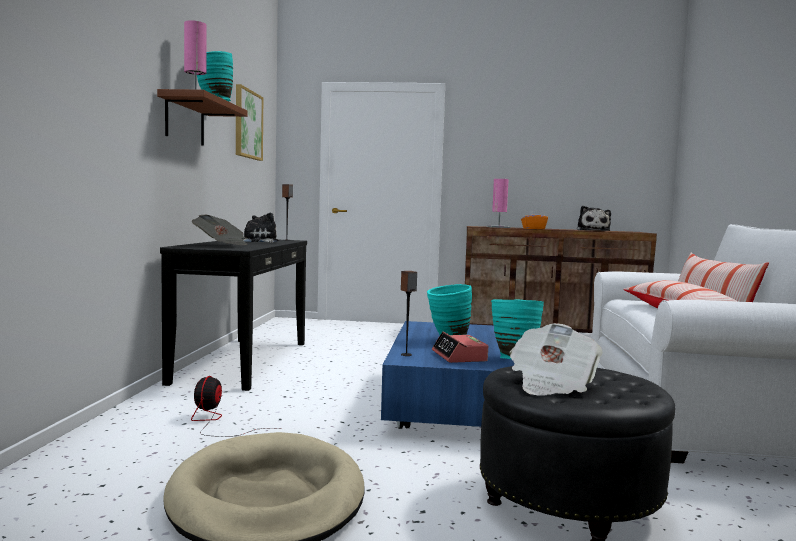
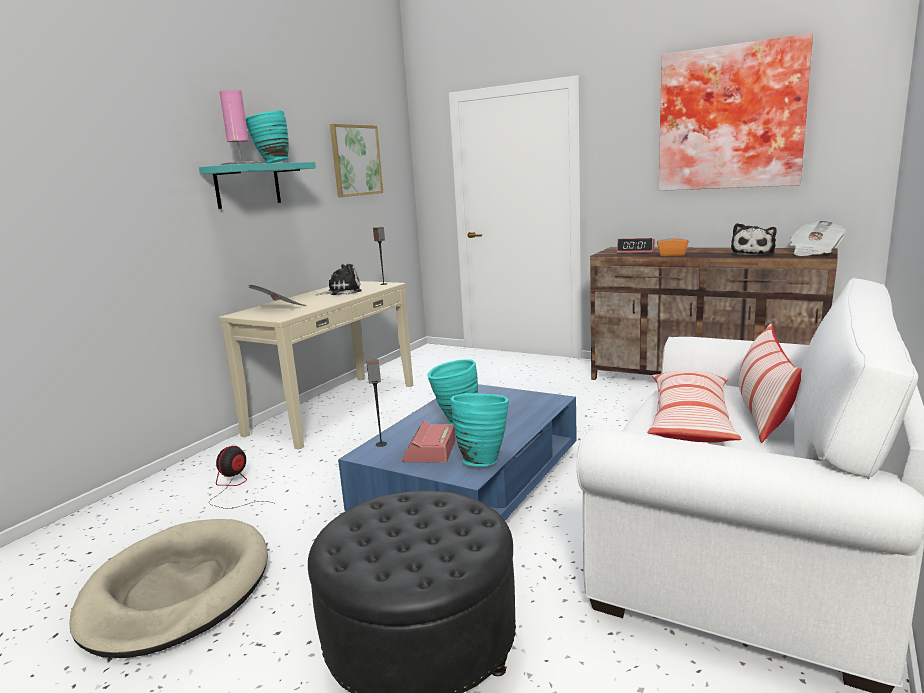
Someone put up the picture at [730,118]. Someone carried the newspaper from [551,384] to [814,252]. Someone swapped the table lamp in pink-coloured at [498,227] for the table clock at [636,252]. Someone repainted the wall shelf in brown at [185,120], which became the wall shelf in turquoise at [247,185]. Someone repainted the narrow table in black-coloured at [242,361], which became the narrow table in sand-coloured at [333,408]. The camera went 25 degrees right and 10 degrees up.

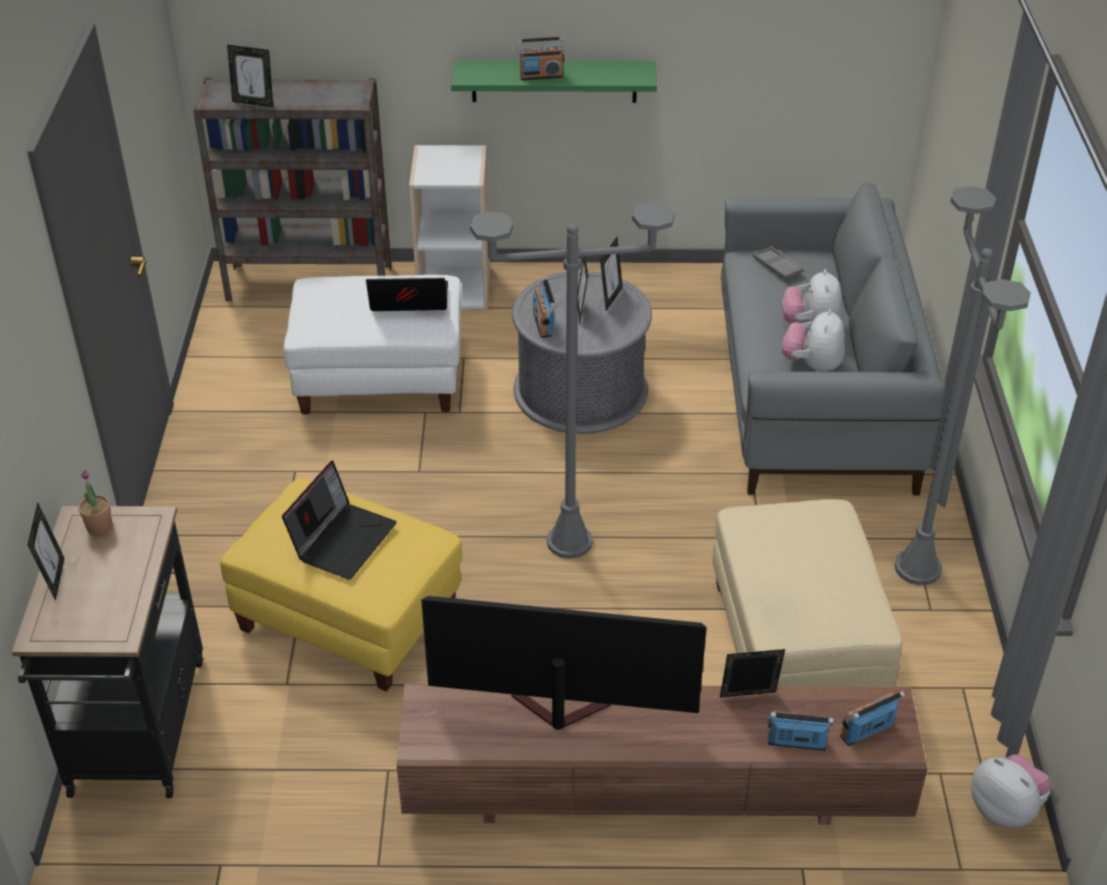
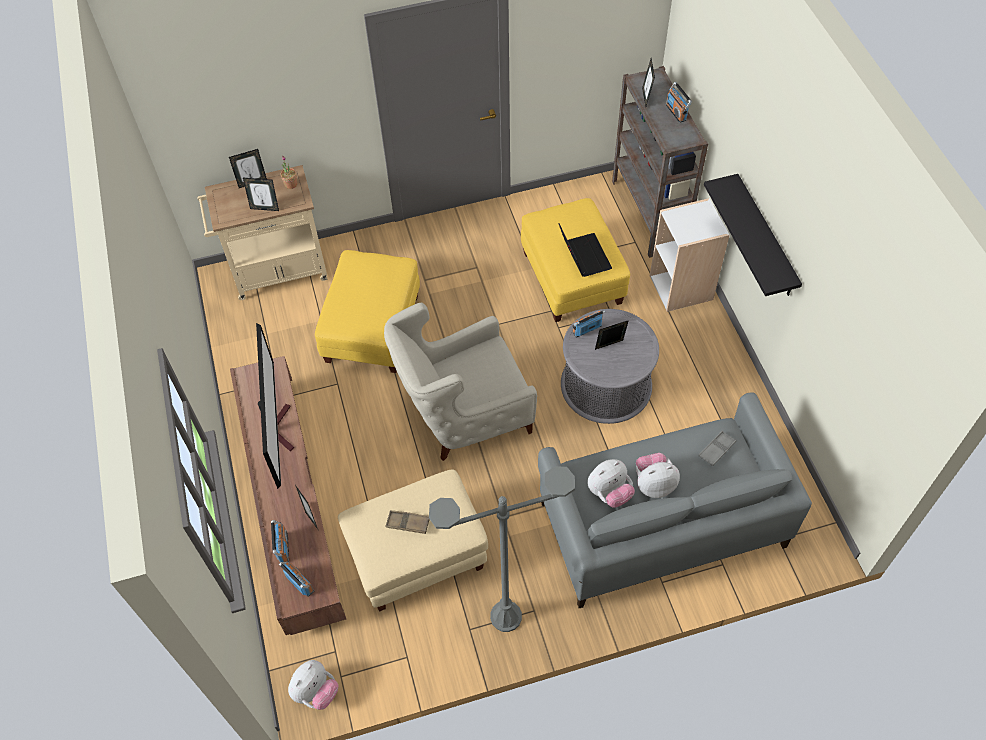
Someone took away the portable computer at [343,539]. Someone put down the serving tray in brown at [408,523]. Someone carried the radio from [541,76] to [676,112]. Someone carried the picture frame from [610,298] to [265,208]. Someone swapped the floor lamp in greyish at [570,542] for the lounge chair in sand-coloured at [464,415]. Someone repainted the wheeled cart in black-coloured at [137,731], which became the wheeled cart in sand-coloured at [276,272]. Someone repainted the pouffe in white-coloured at [379,379], which became the pouffe in yellow at [572,279]. Someone repainted the wall shelf in green at [554,81], which became the wall shelf in black-coloured at [765,237]. Someone rotated the soft toy at [812,365] by 150 degrees clockwise. The camera went 75 degrees right and 15 degrees up.

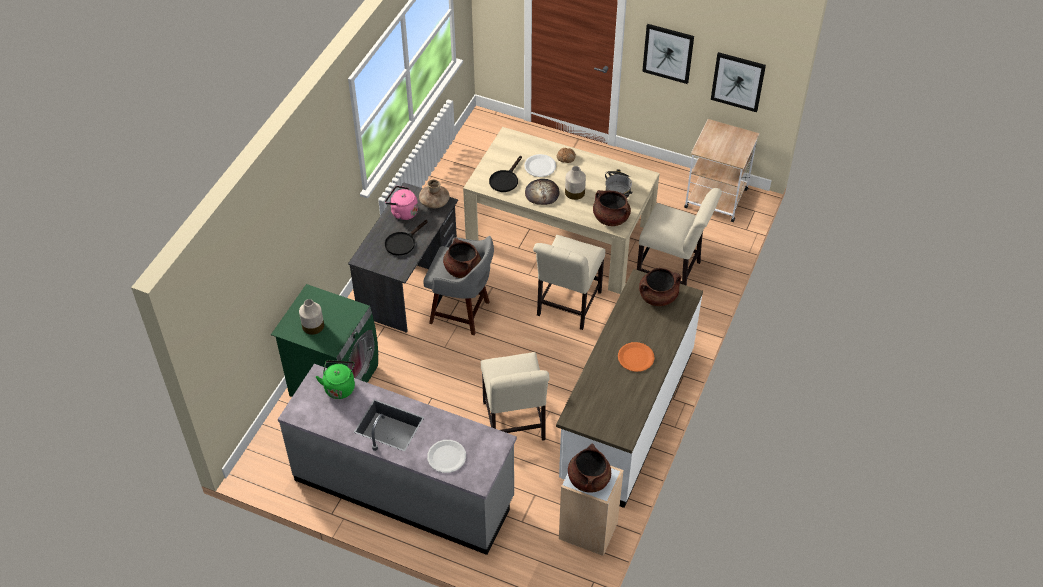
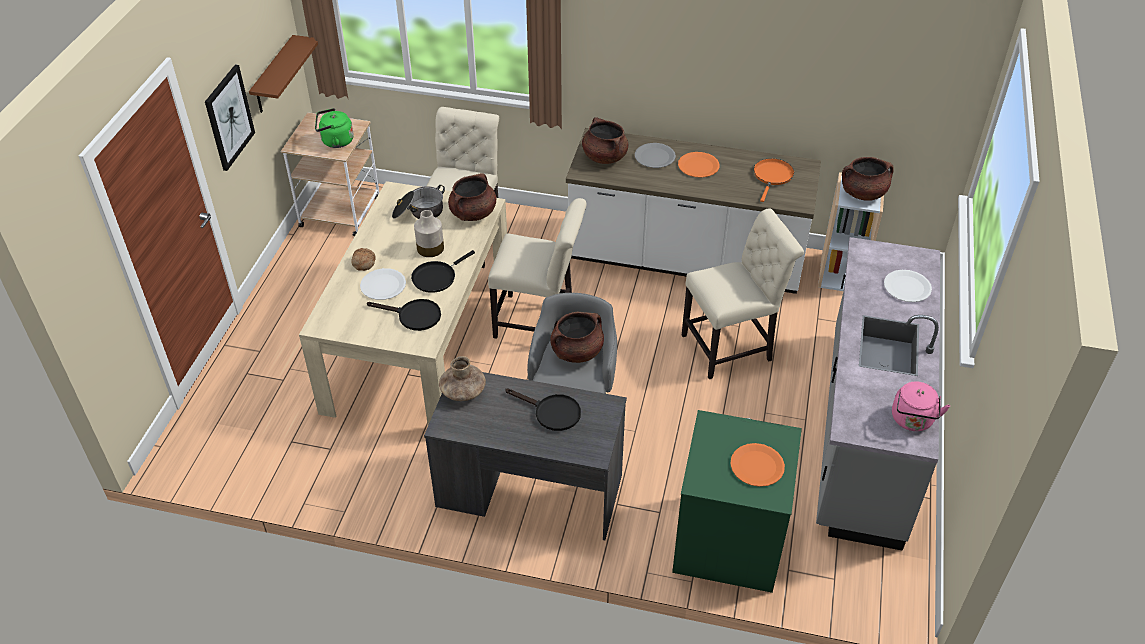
Someone put down the dinner plate in greyish at [654,157]. Someone put down the pan in orange at [772,176]. Someone carried the water kettle in green from [339,387] to [335,141]. Someone carried the water kettle in pink-coloured from [402,212] to [912,421]. Someone swapped the decorative vase in sand-coloured at [312,326] for the dinner plate in orange at [757,466]. Someone swapped the bakery bread at [542,193] for the pan in black-coloured at [436,277]. Someone swapped the picture at [738,81] for the wall shelf in brown at [274,76]. The camera went 100 degrees left and 5 degrees down.

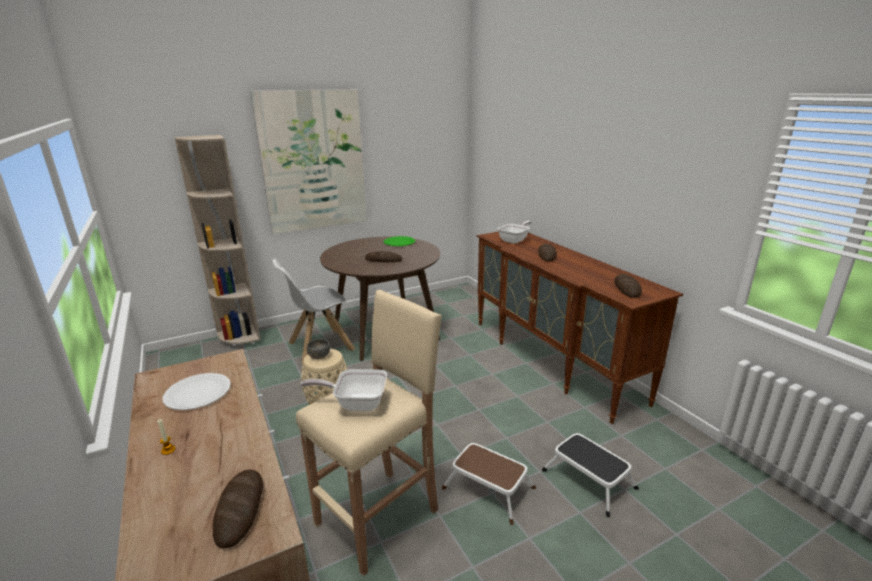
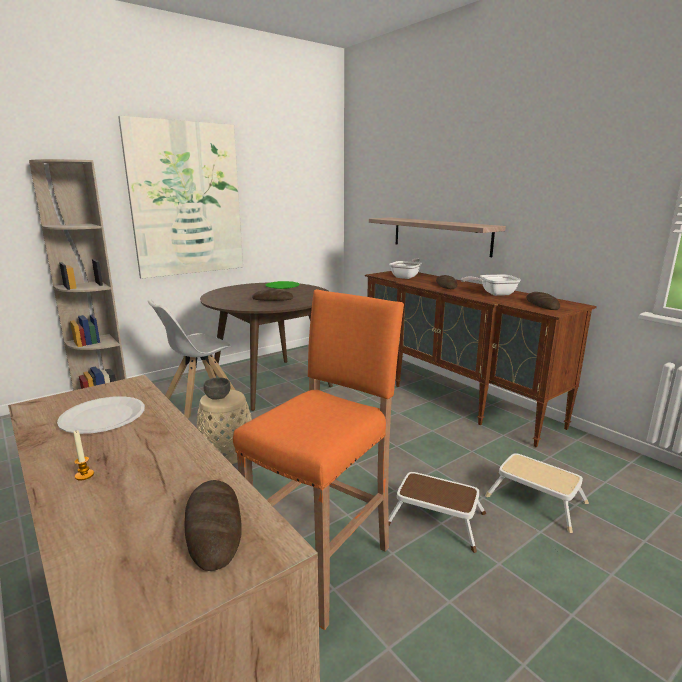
Someone put up the wall shelf at [440,235]. Someone carried the pan from [356,403] to [494,294]. Someone repainted the stool in sand-coloured at [380,516], which became the stool in orange at [323,562]. Someone repainted the step ladder in black-coloured at [589,479], which became the step ladder in sand-coloured at [536,499]. The camera went 10 degrees left and 5 degrees down.

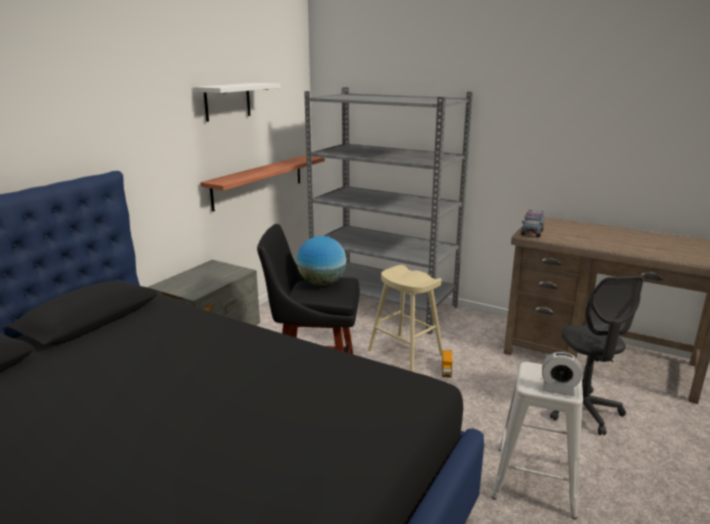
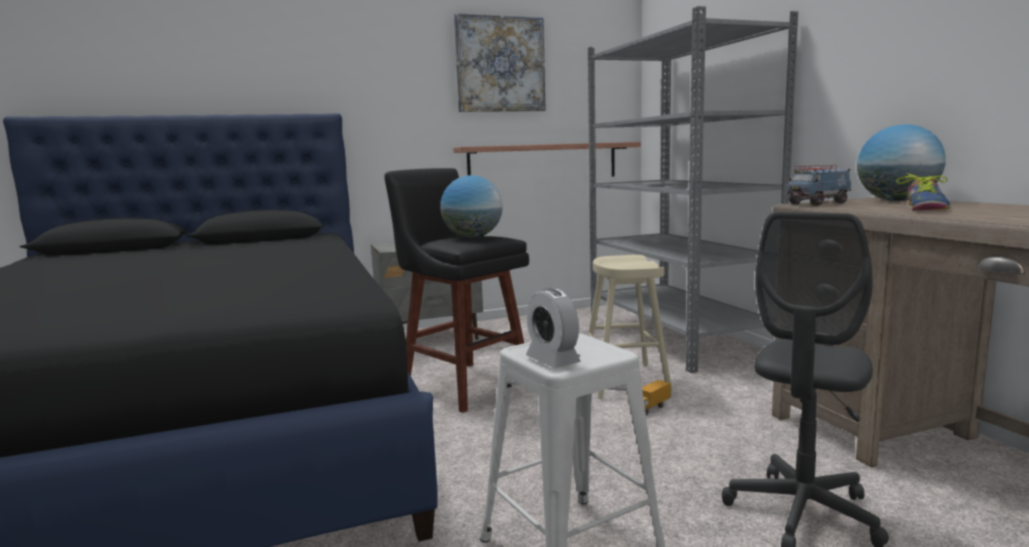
Someone put down the desk globe at [897,200]. Someone put down the low shoe at [925,208]. Someone swapped the wall shelf in white-coloured at [227,101] for the picture at [500,64]. The camera went 40 degrees right and 10 degrees down.

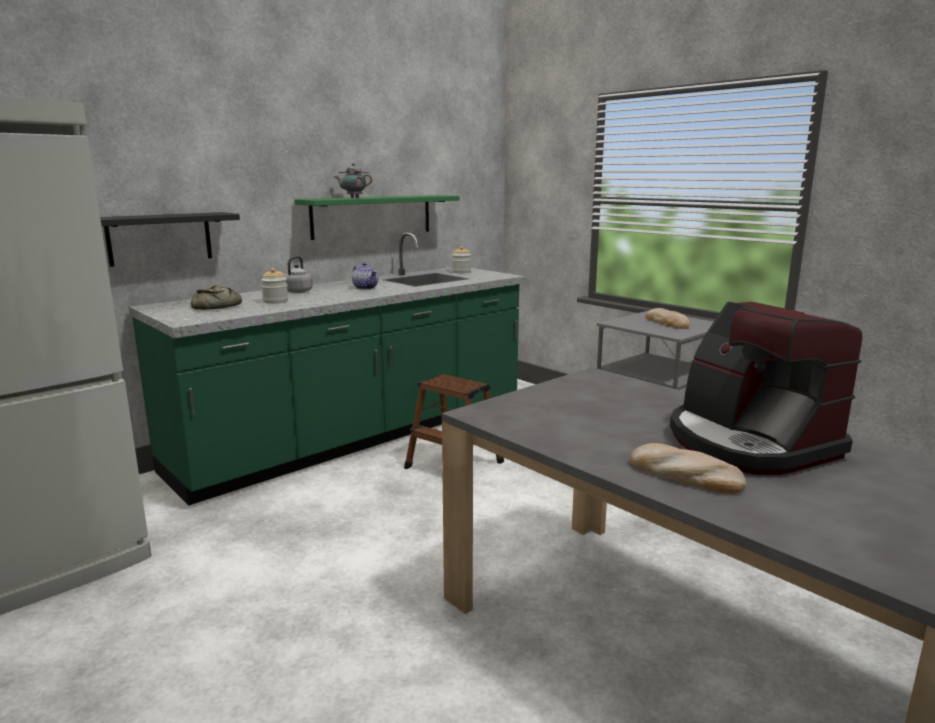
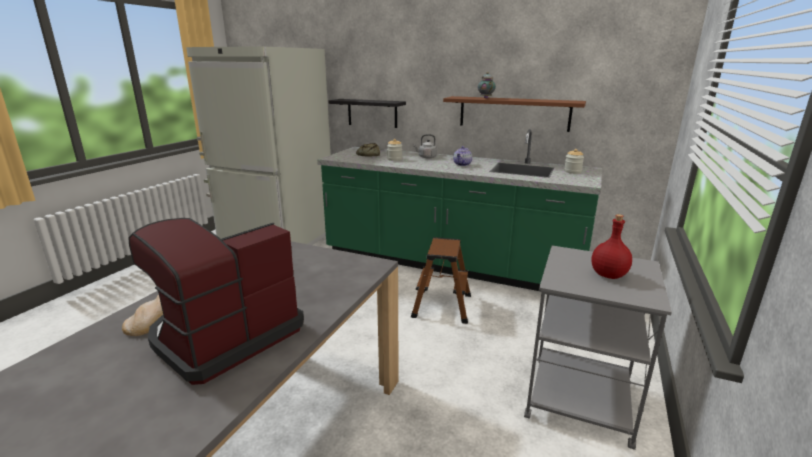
Someone swapped the bakery bread at [667,323] for the drink bottle in red-coloured at [608,275]. Someone repainted the wall shelf in green at [372,216], which became the wall shelf in brown at [513,113]. The camera went 65 degrees right and 5 degrees up.

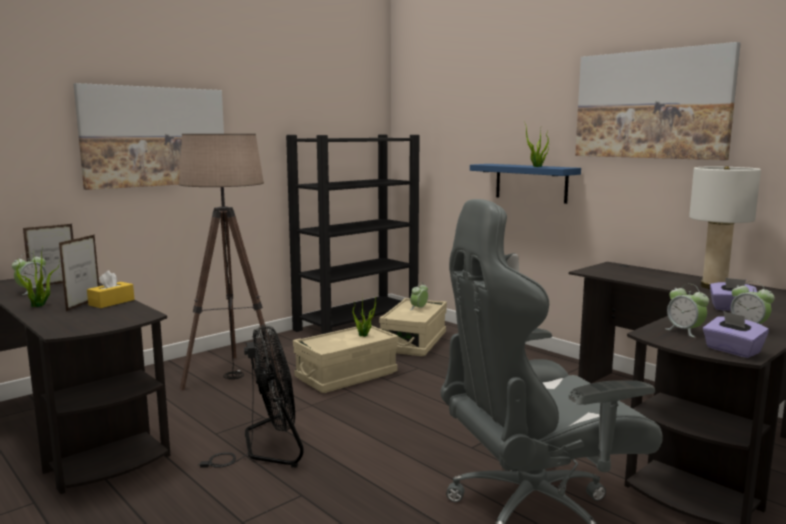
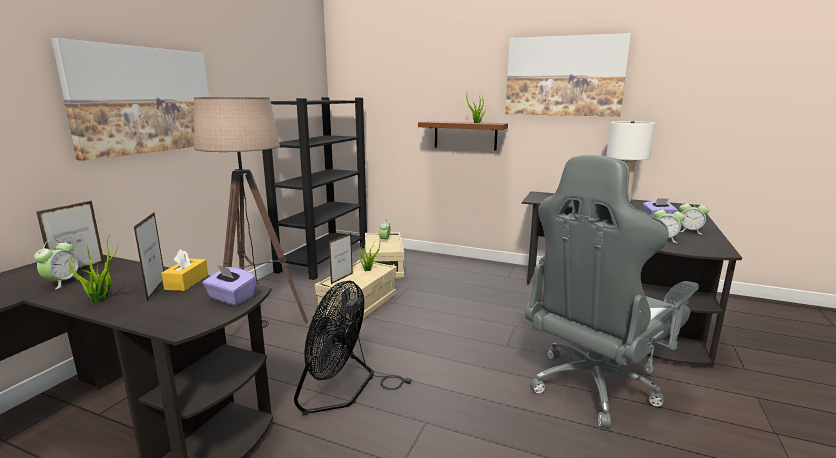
Someone put down the picture frame at [342,279]. Someone carried the tissue holder in purplish from [732,351] to [231,298]. Someone repainted the wall shelf in blue-coloured at [531,183], which became the wall shelf in brown at [465,135]. Someone rotated the cooling fan in black-coloured at [265,445] by 120 degrees counterclockwise. The camera went 25 degrees left and 5 degrees up.

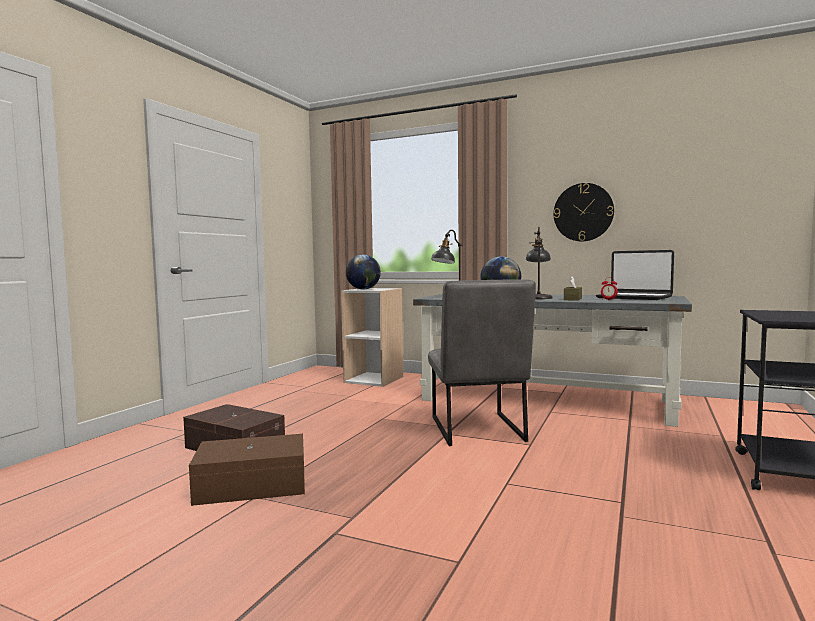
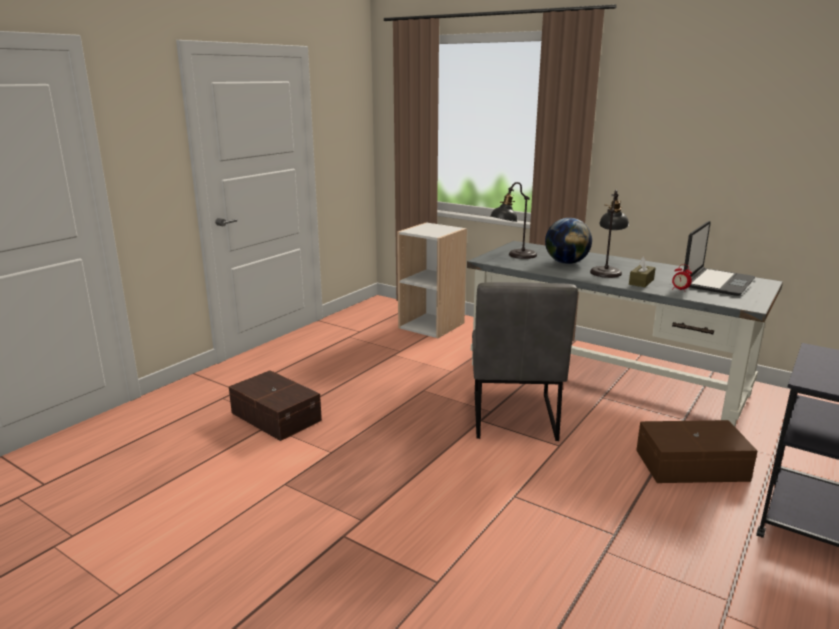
Someone took away the desk globe at [363,289]. Someone took away the hanging clock at [583,212]. Someone carried the storage container in brown from [253,486] to [693,466]. Someone rotated the portable computer at [634,297] by 105 degrees counterclockwise. The camera went 10 degrees right and 15 degrees up.

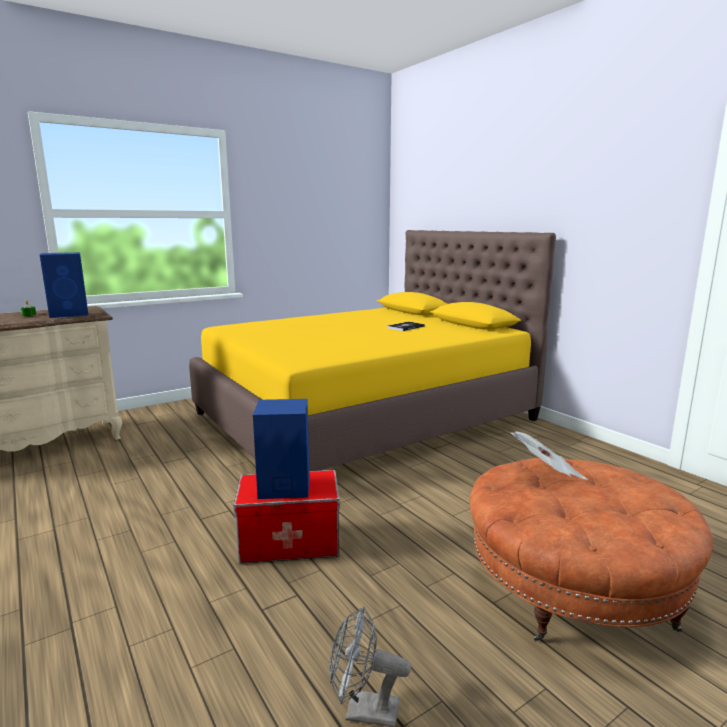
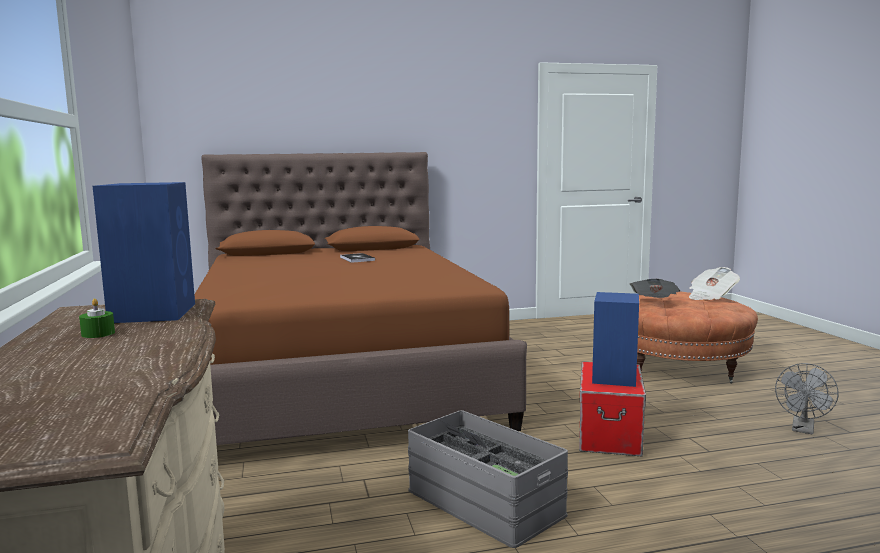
Someone put down the storage container in greyish at [483,502]. Someone put down the newspaper at [710,297]. Someone repainted the sleeping bed in yellow at [364,416], which became the sleeping bed in brown at [340,378]. The camera went 70 degrees left and 5 degrees down.

